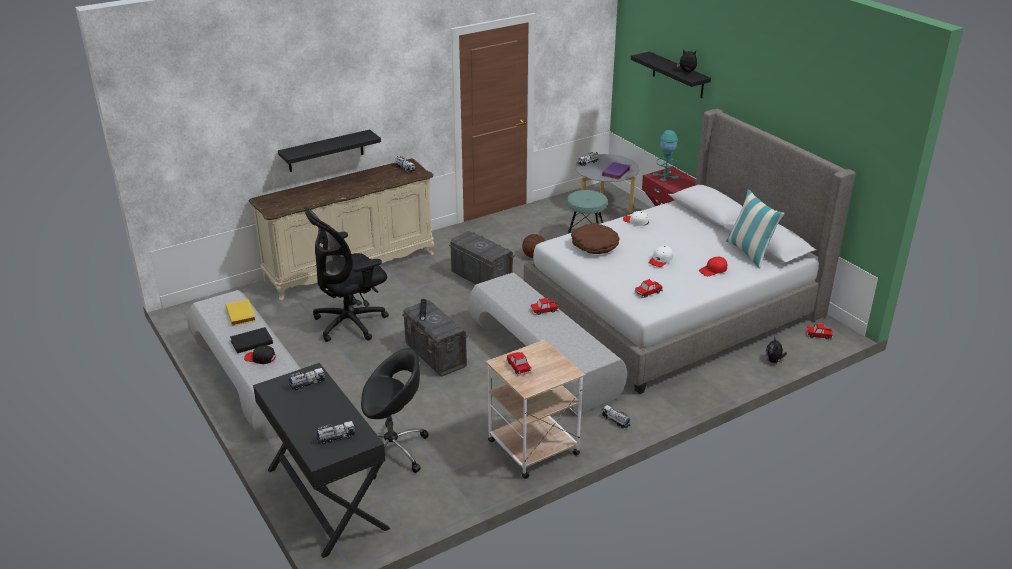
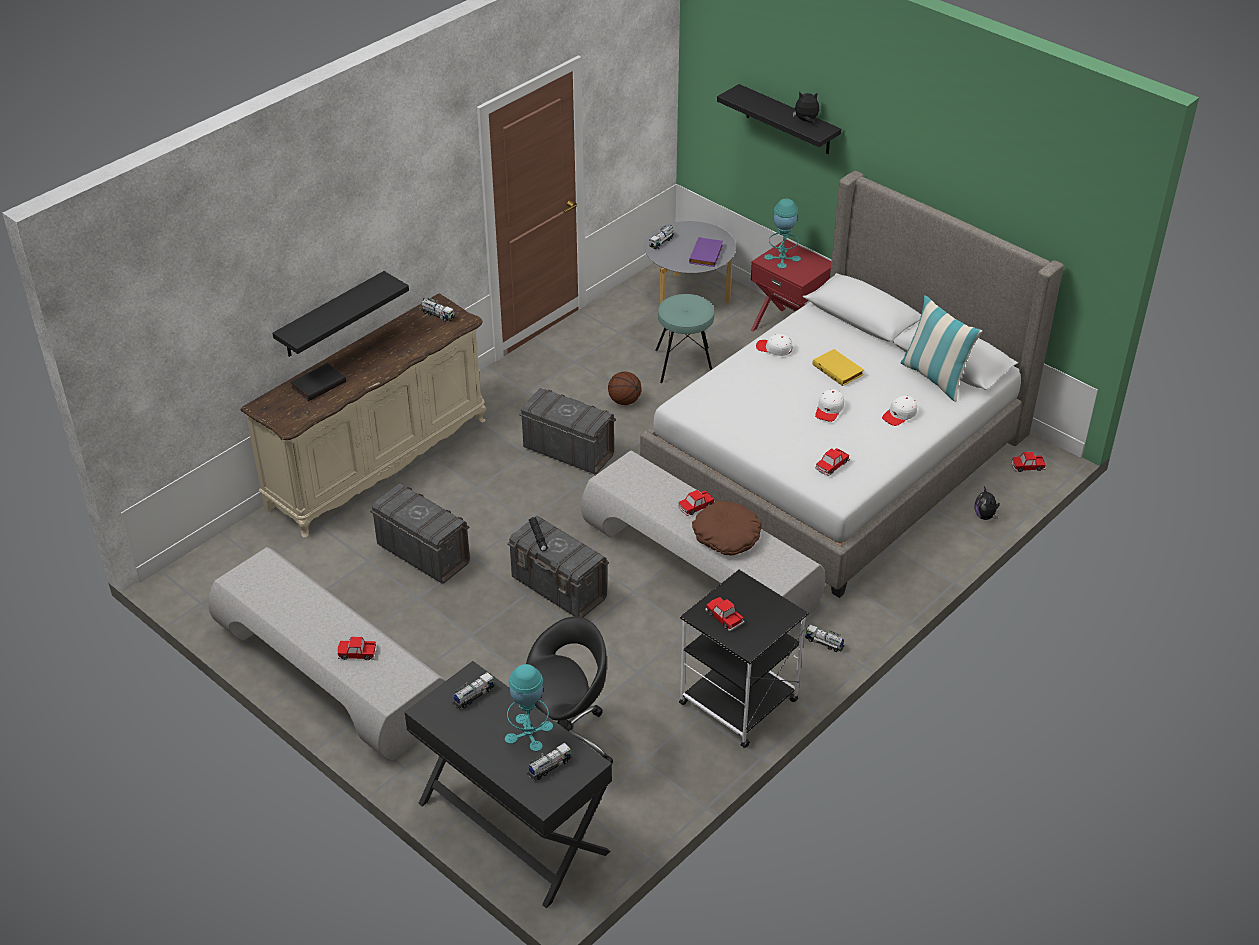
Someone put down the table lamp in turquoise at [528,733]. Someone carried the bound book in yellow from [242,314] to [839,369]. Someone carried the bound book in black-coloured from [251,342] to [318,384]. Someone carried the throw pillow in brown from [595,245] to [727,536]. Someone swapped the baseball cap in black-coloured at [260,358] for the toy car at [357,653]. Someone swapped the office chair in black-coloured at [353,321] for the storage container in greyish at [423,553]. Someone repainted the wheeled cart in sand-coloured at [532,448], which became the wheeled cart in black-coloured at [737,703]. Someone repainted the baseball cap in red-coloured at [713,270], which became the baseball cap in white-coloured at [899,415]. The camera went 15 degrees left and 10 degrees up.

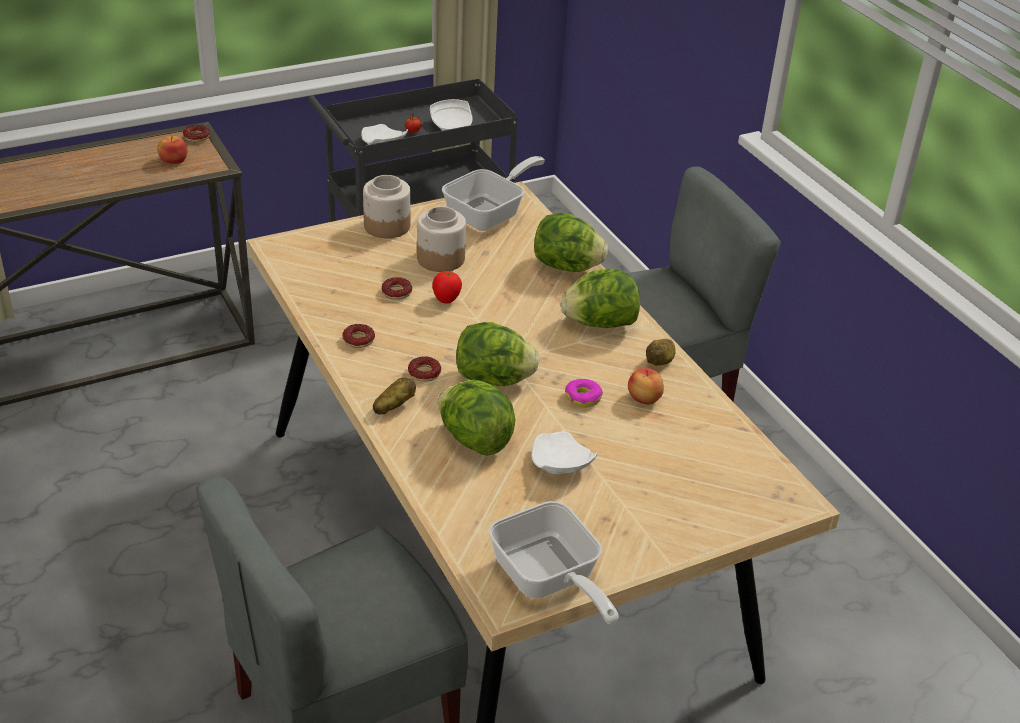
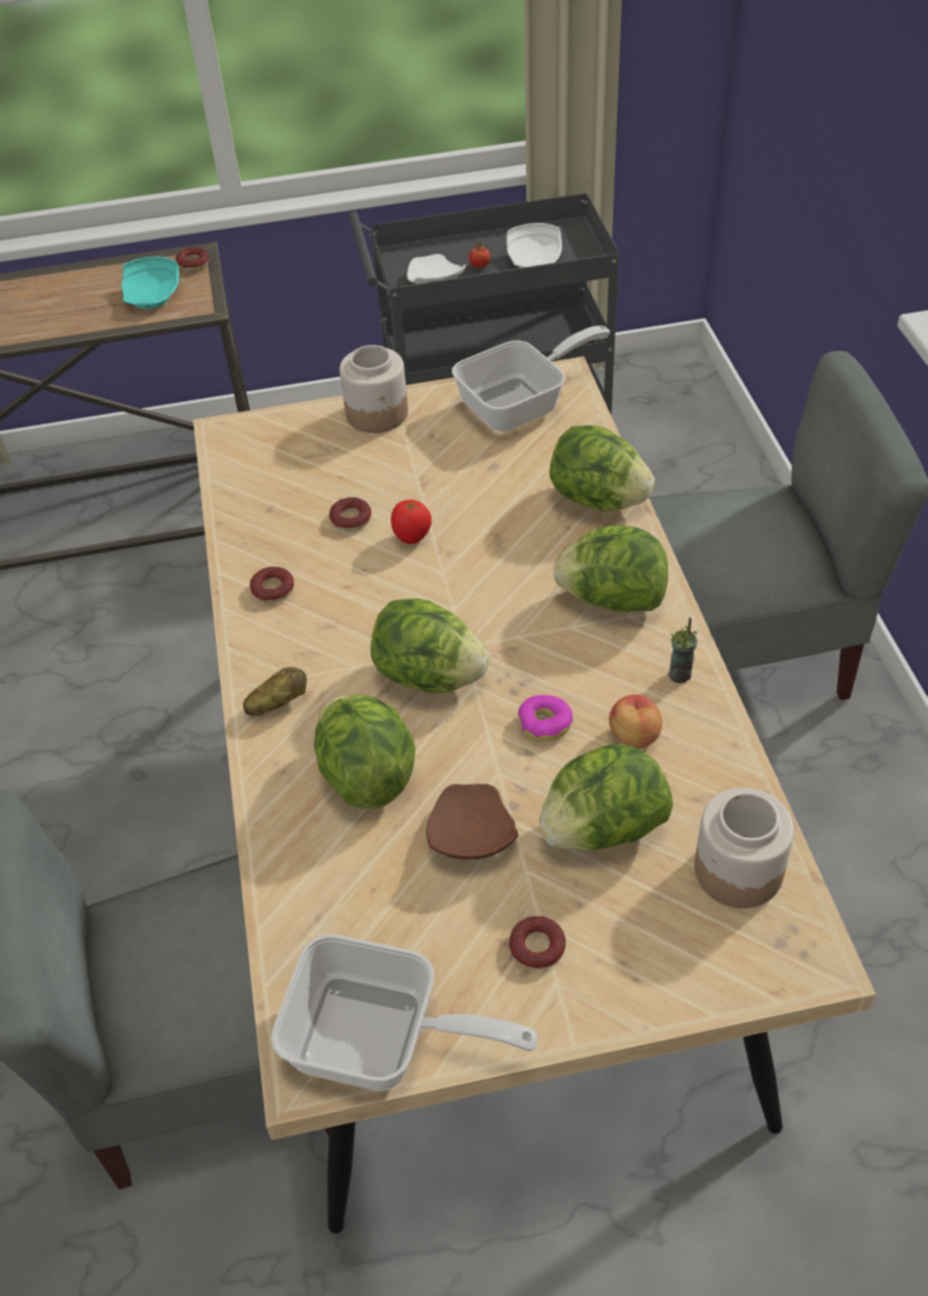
Someone put down the head of lettuce at [603,829]. Someone carried the donut from [424,373] to [537,947]. Someone carried the preserve jar from [440,258] to [737,870]. Someone swapped the apple fruit at [173,160] for the dinner plate in turquoise at [153,296]. Someone swapped the potato at [660,361] for the drinking cup at [680,674]. Someone repainted the dinner plate in white-coloured at [559,465], which became the dinner plate in brown at [469,837]. Someone rotated the pan at [548,581] by 60 degrees counterclockwise. The camera went 20 degrees right and 10 degrees up.

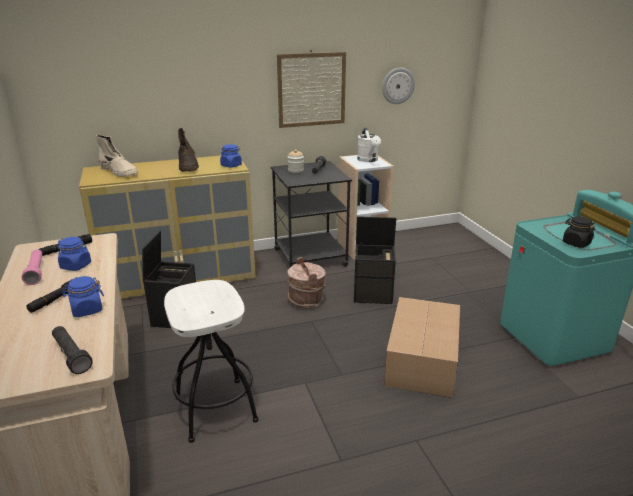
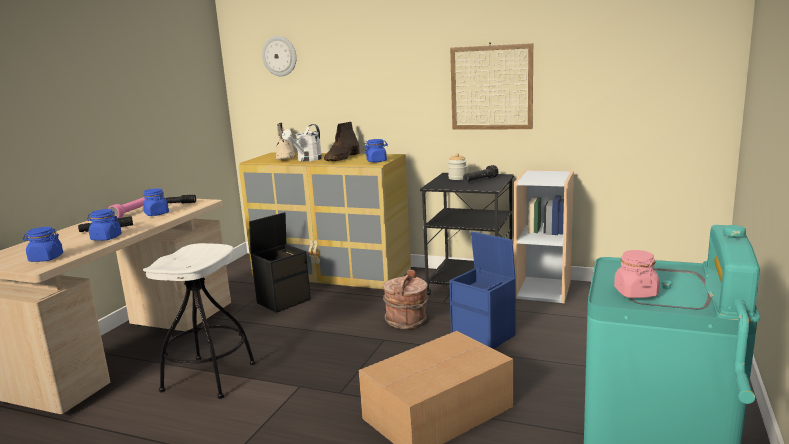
Someone carried the watering can in white-coloured from [368,160] to [307,160]. Someone carried the hanging clock from [397,85] to [279,56]. Someone swapped the hand torch in black-coloured at [71,355] for the preserve jar in blue-coloured at [46,258]. Someone repainted the storage container in black-coloured at [373,294], which became the storage container in blue-coloured at [484,336]. Someone repainted the preserve jar in black-coloured at [576,243], which became the preserve jar in pink-coloured at [635,293]. The camera went 40 degrees right and 10 degrees down.

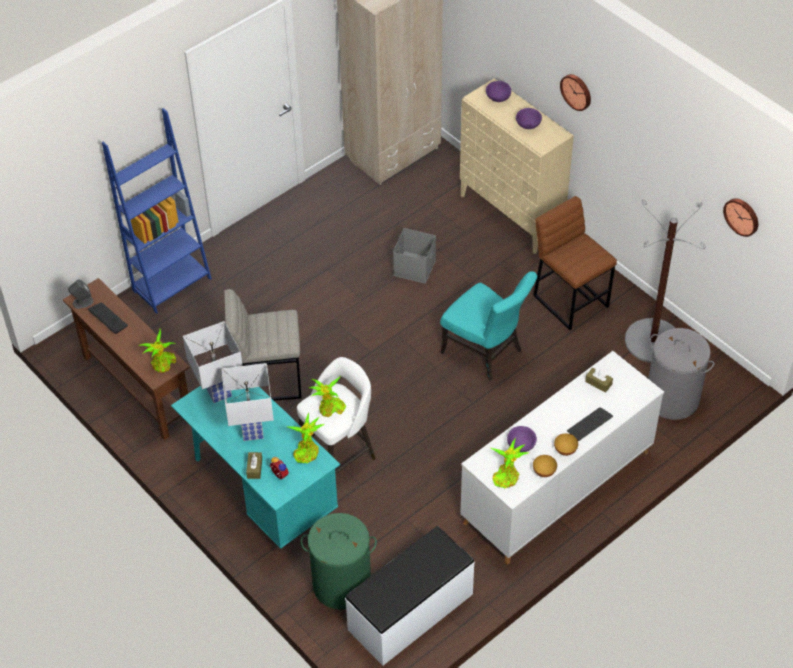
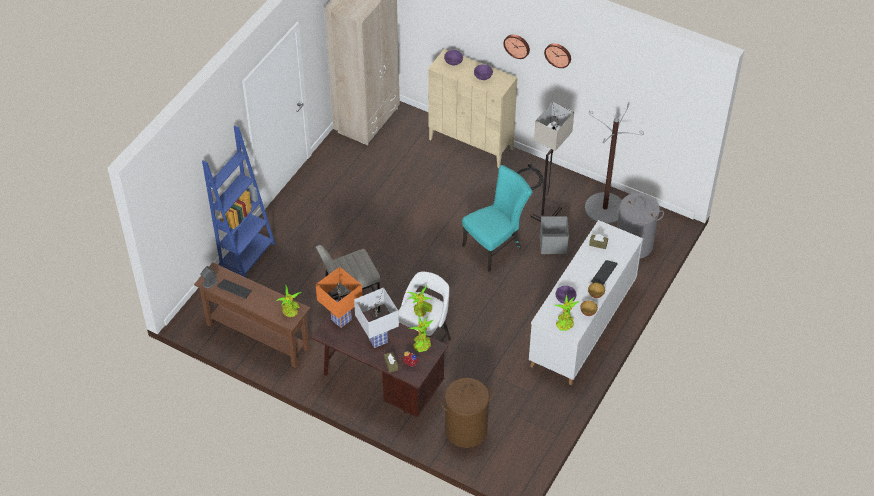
Someone took away the bench in white-coloured at [411,612]. Someone carried the storage container in greyish from [414,266] to [552,243]. Someone carried the hanging clock from [742,216] to [558,54]. Someone swapped the chair in brown at [569,300] for the floor lamp at [537,194]. Someone repainted the desk unit in turquoise at [261,491], which became the desk unit in brown at [381,383]. Someone repainted the table lamp in white-coloured at [218,393], which became the table lamp in orange at [341,320]. Someone repainted the hamper in green at [341,585], which became the hamper in brown at [466,430]. Someone rotated the chair in turquoise at [486,353] by 60 degrees counterclockwise. The camera went 20 degrees left and 0 degrees up.

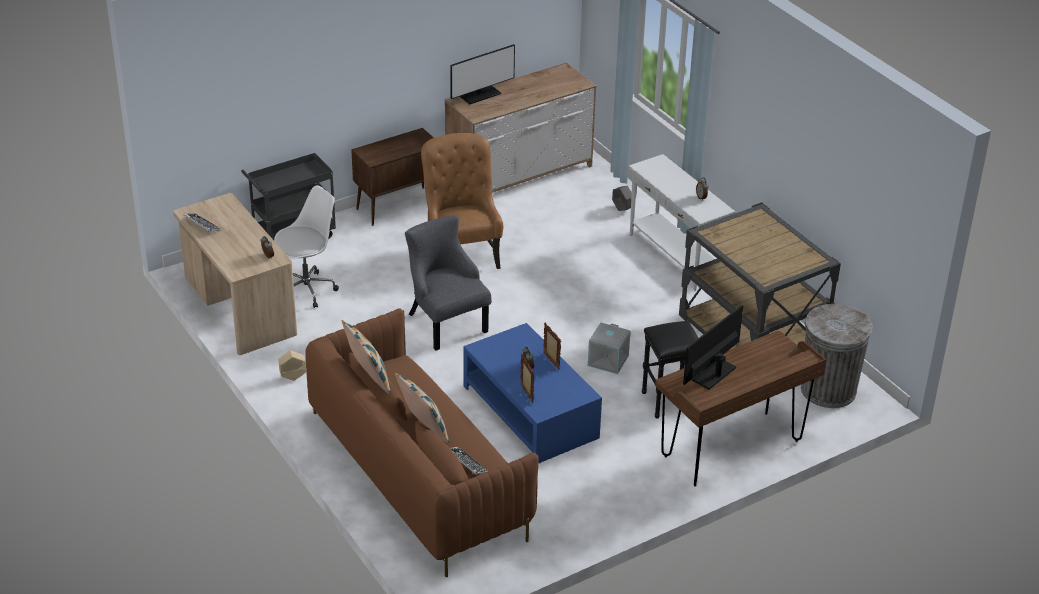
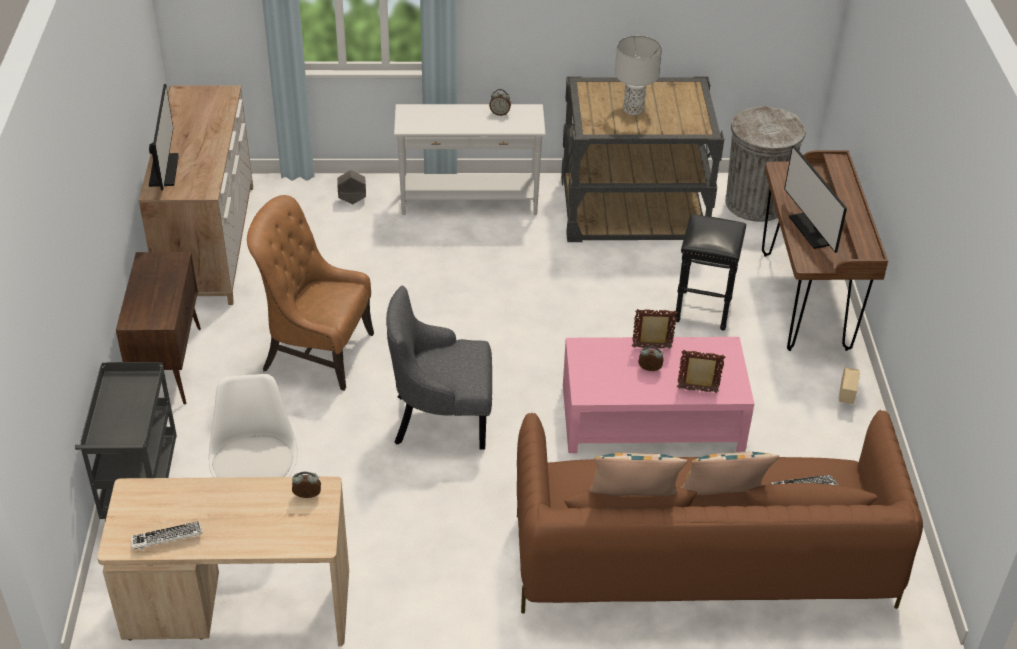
Someone took away the storage container in greyish at [608,361]. Someone put down the table lamp in white-coloured at [633,109]. Someone carried the planter in sand-coloured from [293,377] to [845,399]. Someone repainted the coffee table in blue-coloured at [530,412], which became the coffee table in pink-coloured at [651,418]. The camera went 60 degrees left and 5 degrees up.

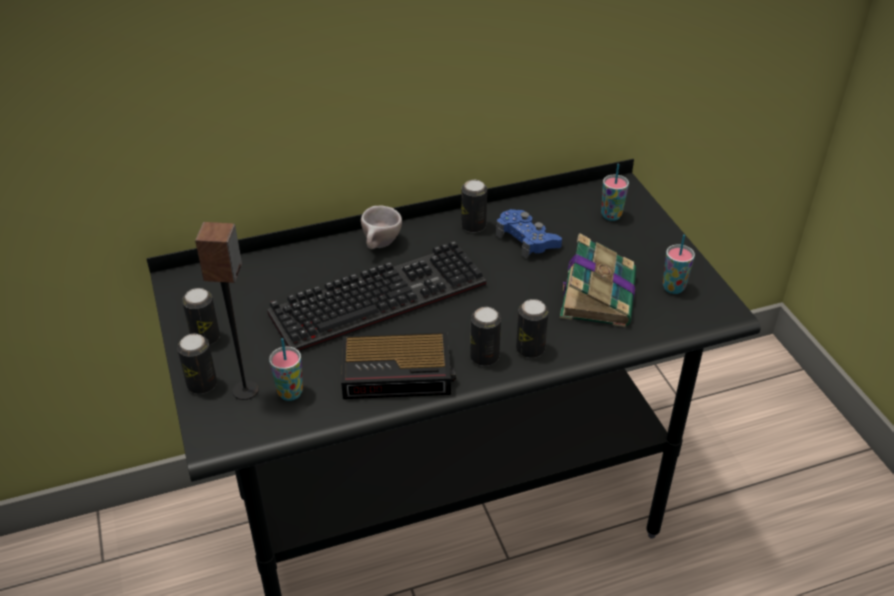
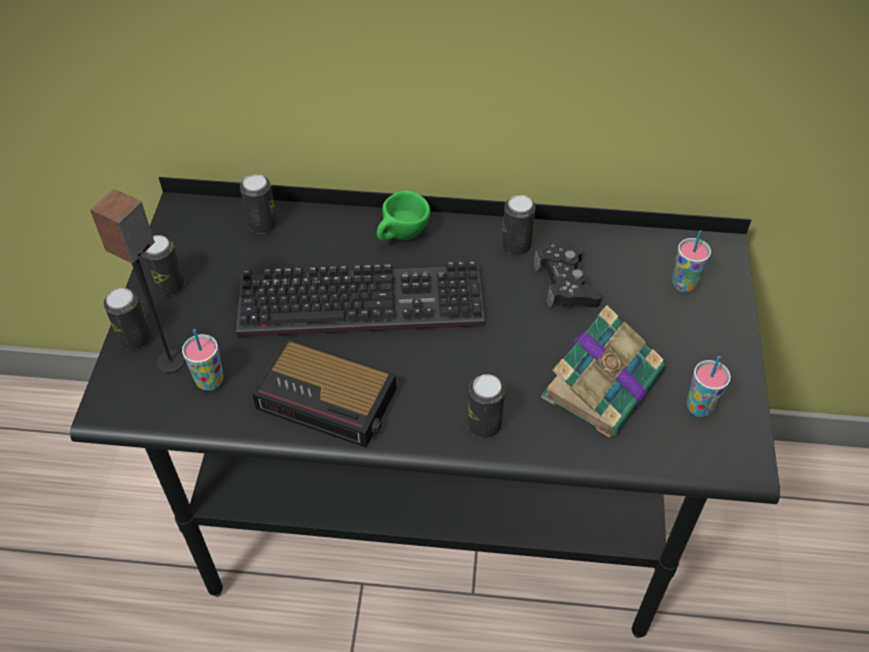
Someone carried the sealed can from [484,357] to [262,224]. Someone repainted the drinking cup in sand-coloured at [380,246], which became the drinking cup in green at [401,237]. Someone repainted the game controller in blue-coloured at [527,240], which became the game controller in black-coloured at [565,283]. The camera went 25 degrees right and 10 degrees up.

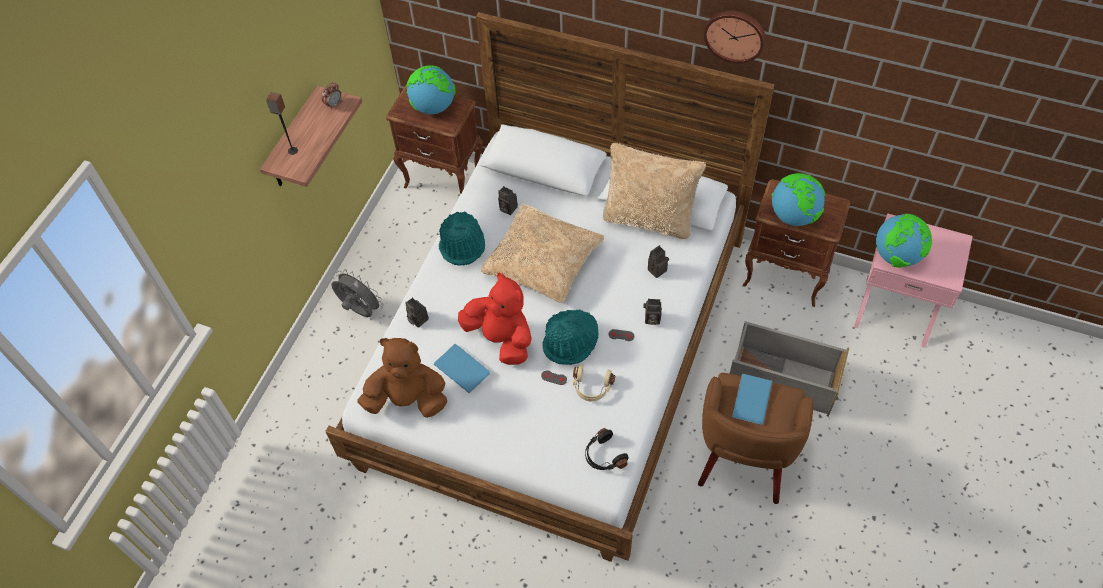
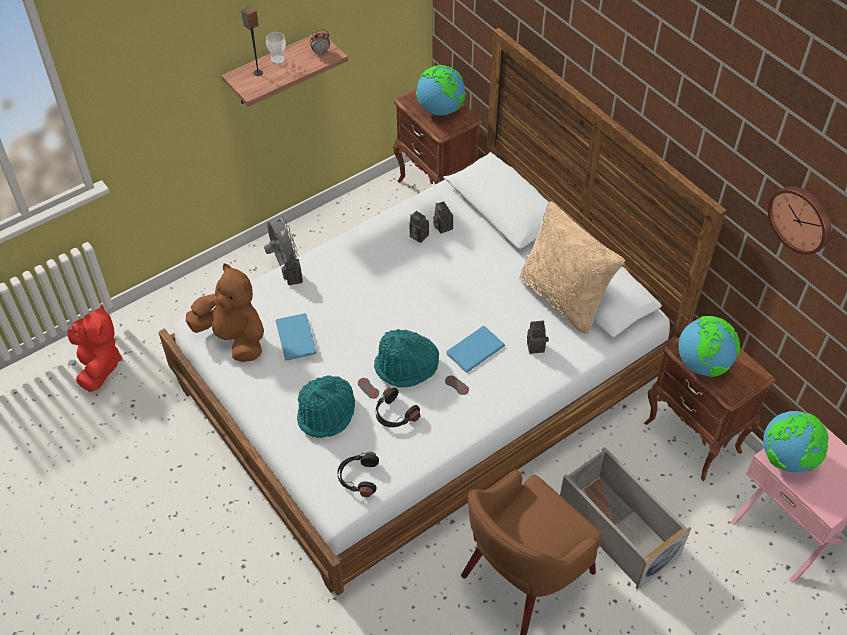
Someone took away the throw pillow in sand-coloured at [543,261]. Someone put down the drinking cup at [278,60]. Someone carried the hat in turquoise from [462,245] to [327,413]. Someone carried the soft toy in red-coloured from [501,338] to [98,365]. Someone carried the still camera from [651,319] to [417,236]. Someone carried the hanging clock from [735,34] to [801,218]. Someone carried the bound book in blue-coloured from [750,400] to [473,350]. Someone repainted the pair of headphones in sand-coloured at [591,387], which became the pair of headphones in black-coloured at [394,415]. The camera went 30 degrees right and 5 degrees down.

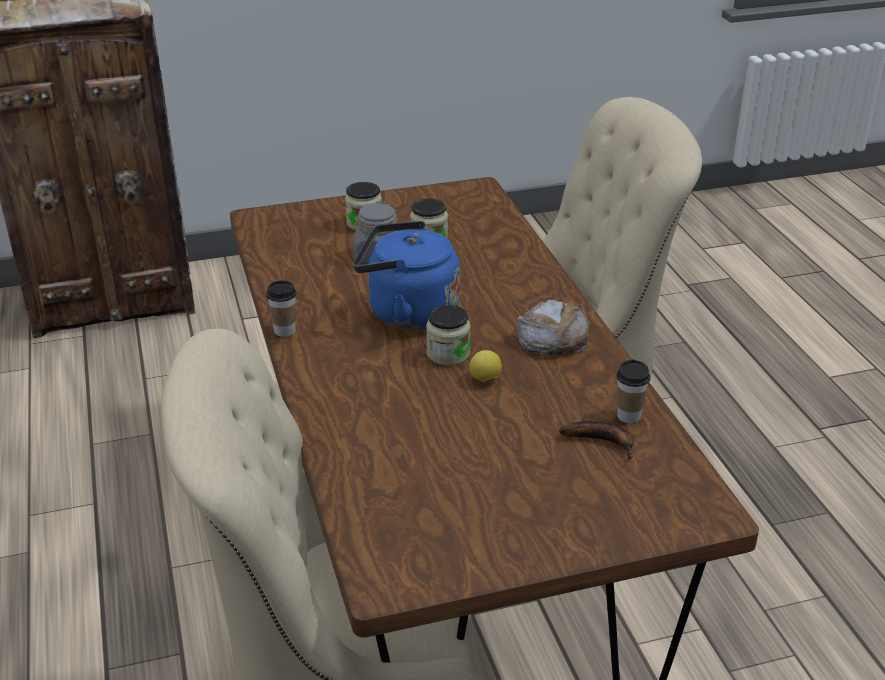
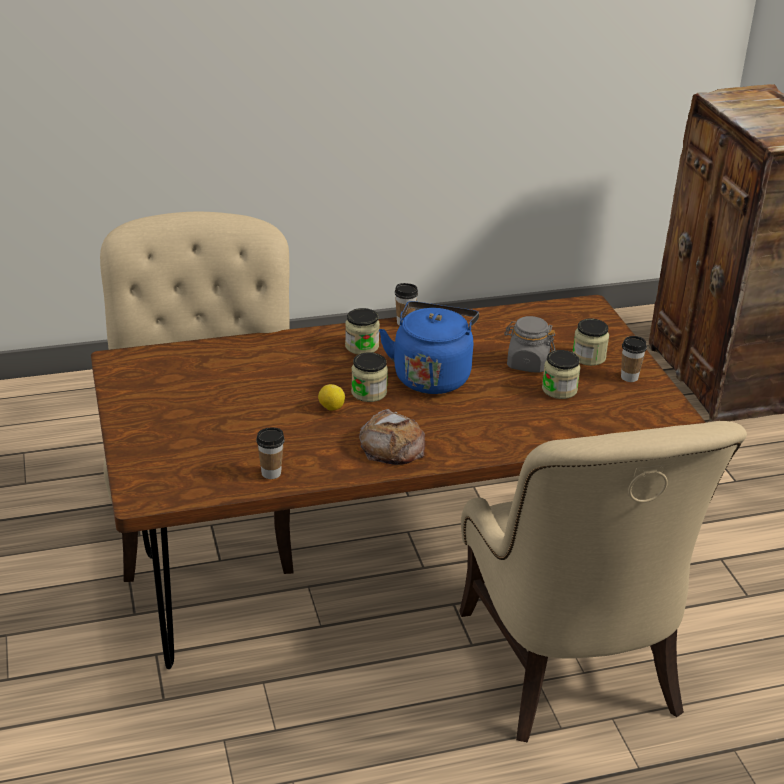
Someone took away the banana fruit at [603,441]. Someone put down the preserve jar at [362,346]. Someone put down the drinking cup at [629,377]. The camera went 90 degrees right and 0 degrees up.

